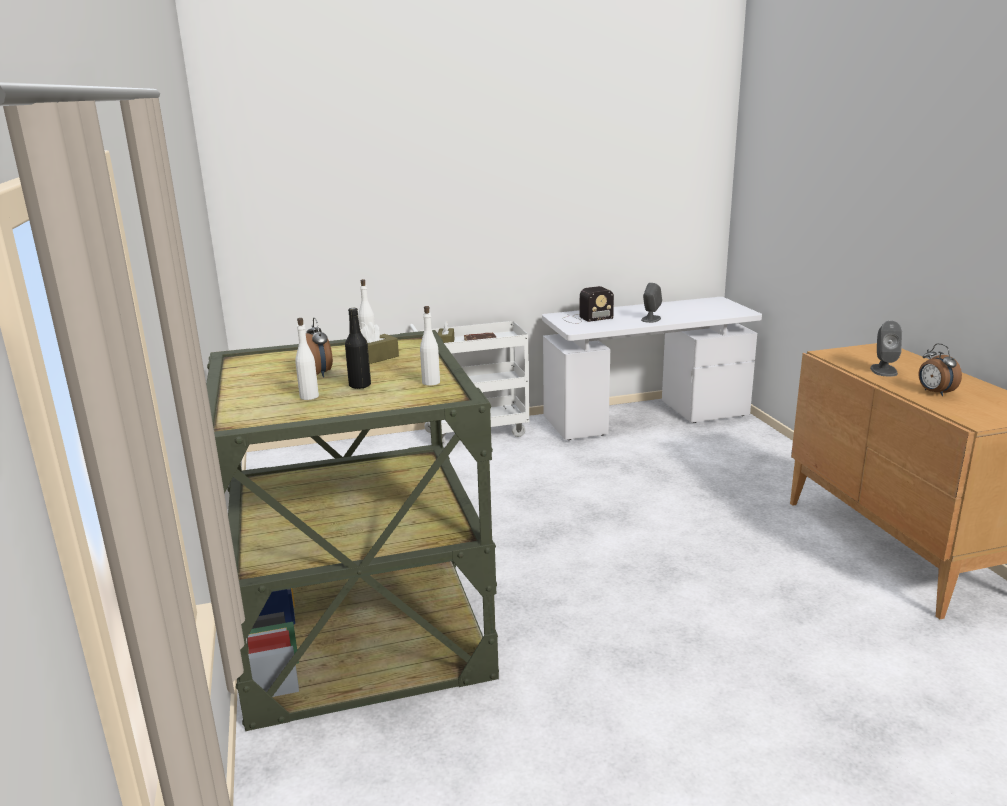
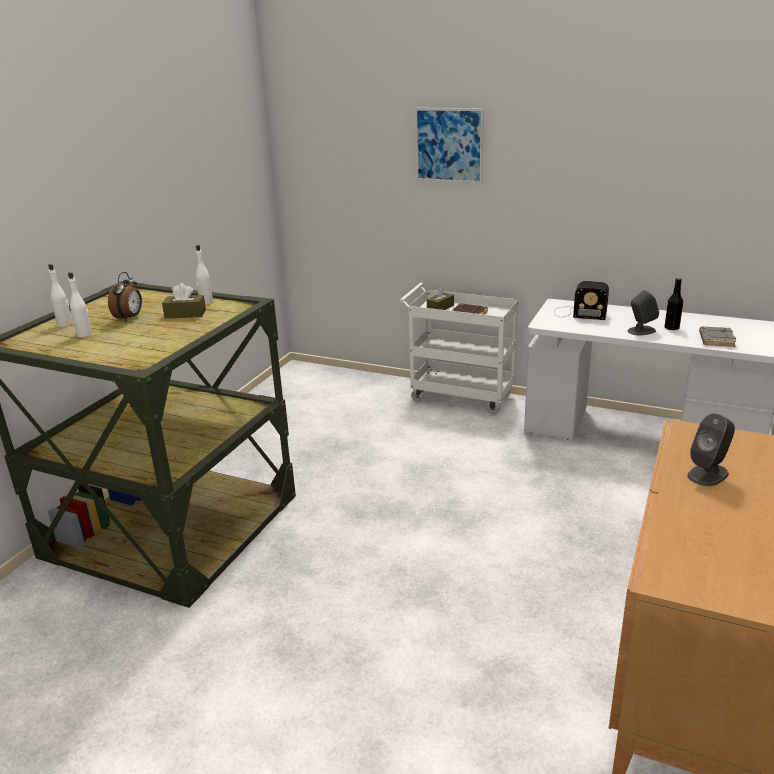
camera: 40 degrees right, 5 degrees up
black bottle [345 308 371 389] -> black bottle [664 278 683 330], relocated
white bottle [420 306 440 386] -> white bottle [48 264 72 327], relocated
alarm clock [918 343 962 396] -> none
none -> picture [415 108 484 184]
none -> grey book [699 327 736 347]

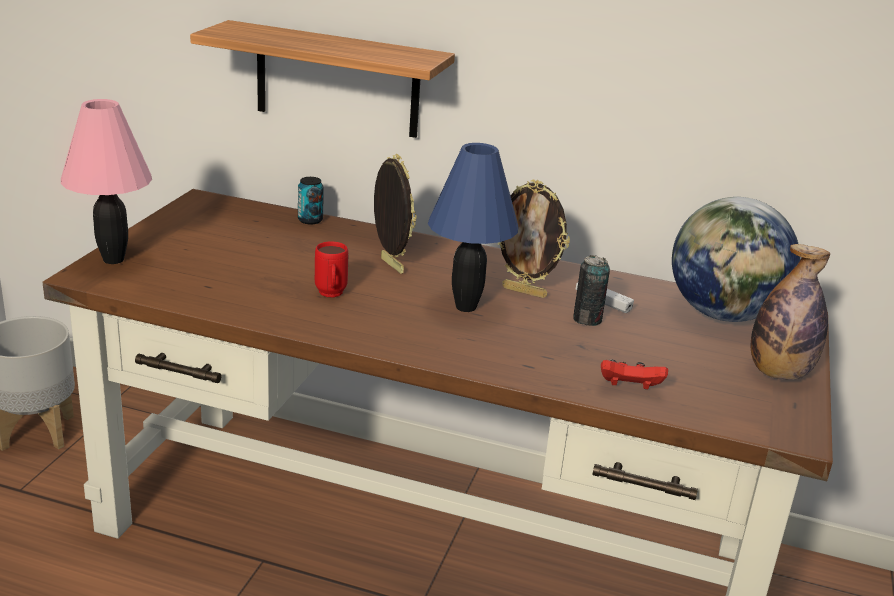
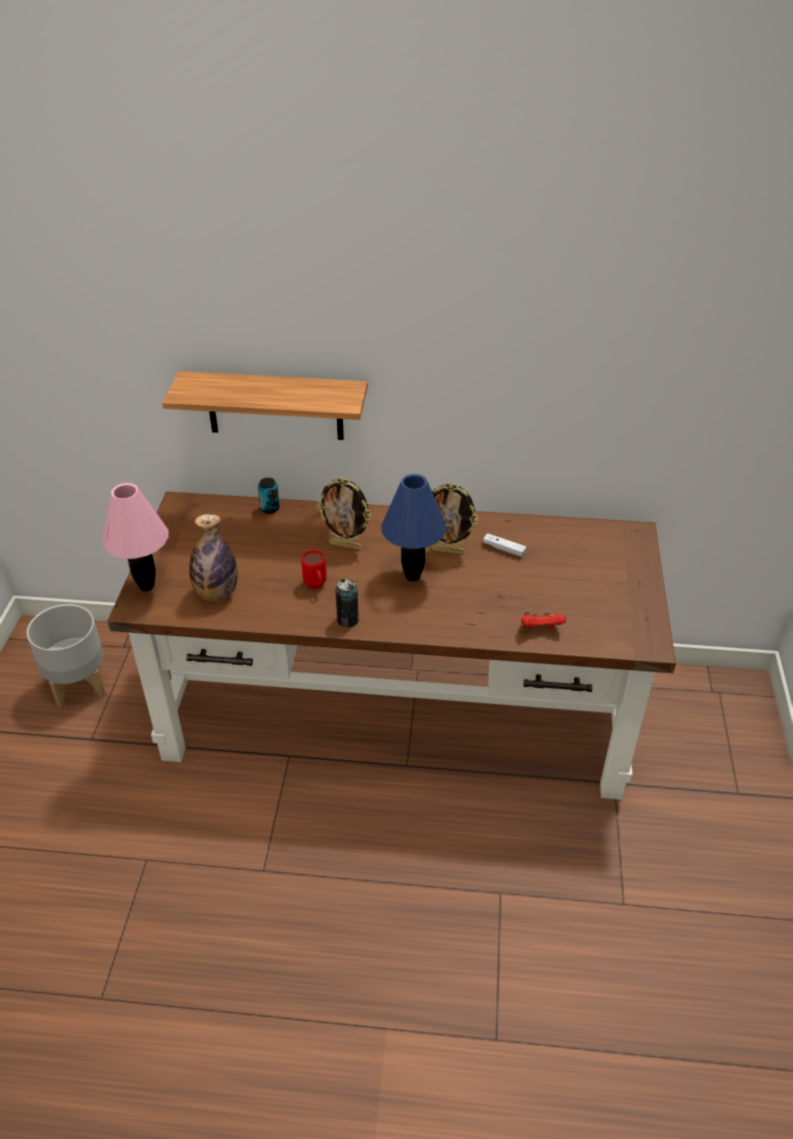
camera: 10 degrees left, 15 degrees up
picture frame [374 154 416 274] -> picture frame [316 478 372 550], 150 degrees clockwise
can [573 255 610 326] -> can [336 579 359 628], relocated
globe [672 197 800 322] -> none
bottle [751 244 830 380] -> bottle [189 514 238 601], relocated

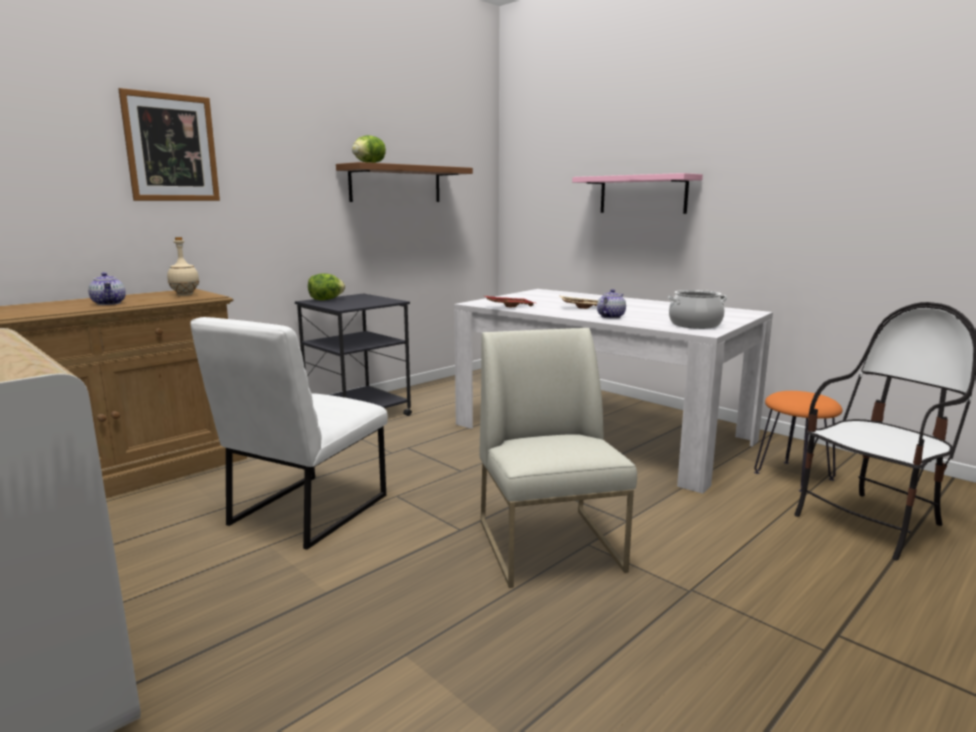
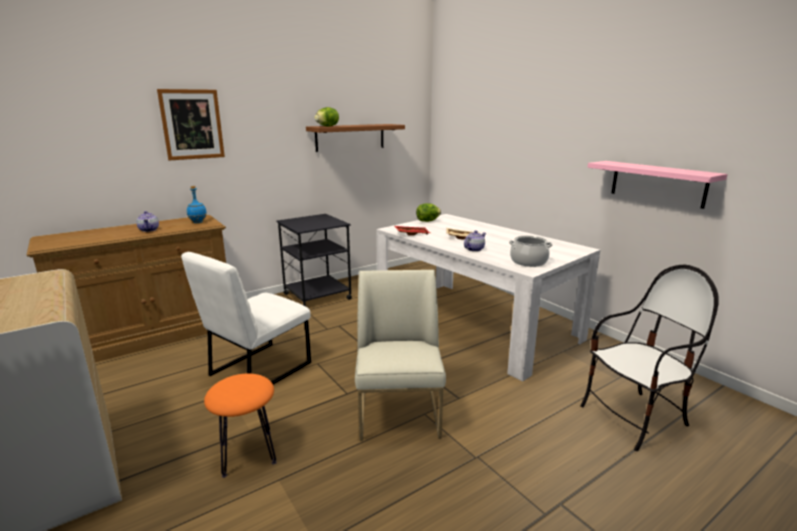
camera: 10 degrees right, 5 degrees up
beige bottle [167 237 199 296] -> blue bottle [187 186 207 223]
lettuce [308 273 345 300] -> lettuce [416 203 441 222], relocated
pink shelf [572 173 703 214] -> pink shelf [587 161 728 209], relocated
orange stool [754 391 842 492] -> orange stool [204 373 277 478], relocated

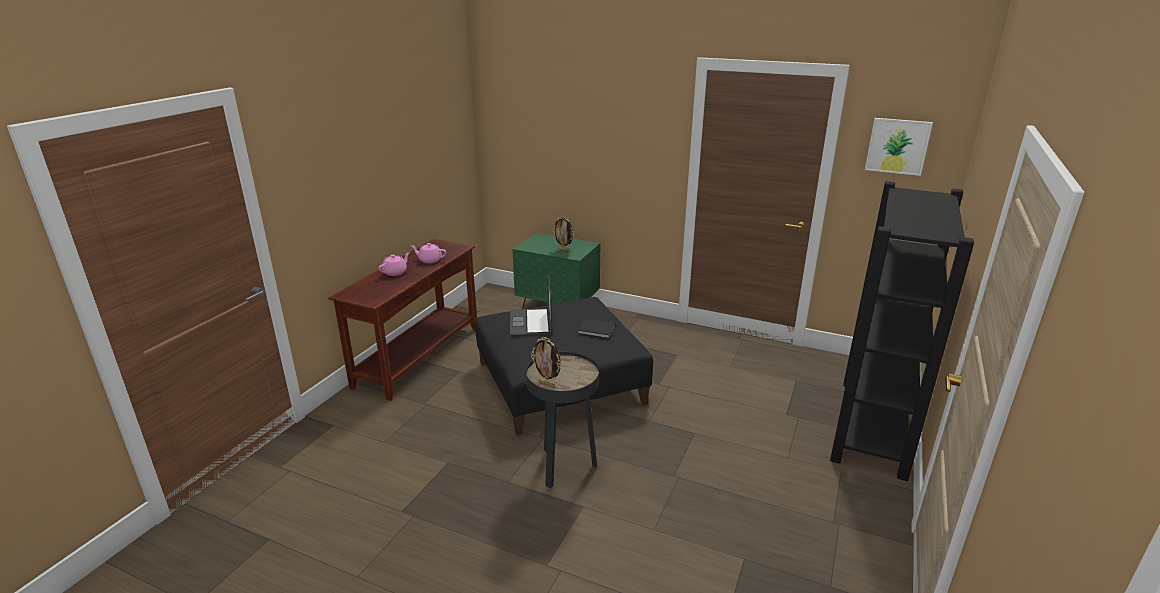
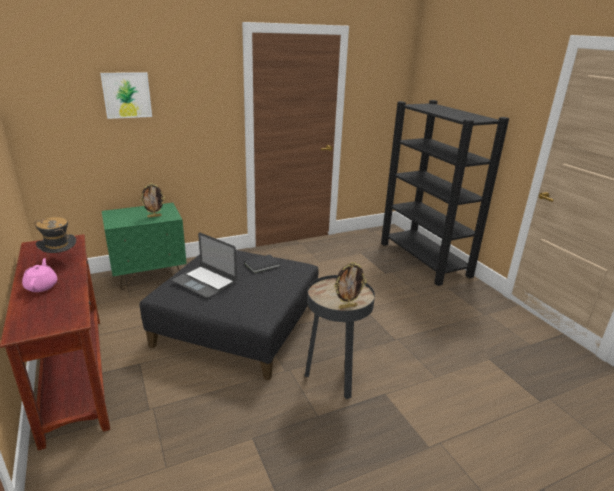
camera: 50 degrees left, 0 degrees up
pink teapot [411 243 446 263] -> hat [35 217 76 257]
picture [865 118 933 176] -> picture [100 72 152 119], relocated

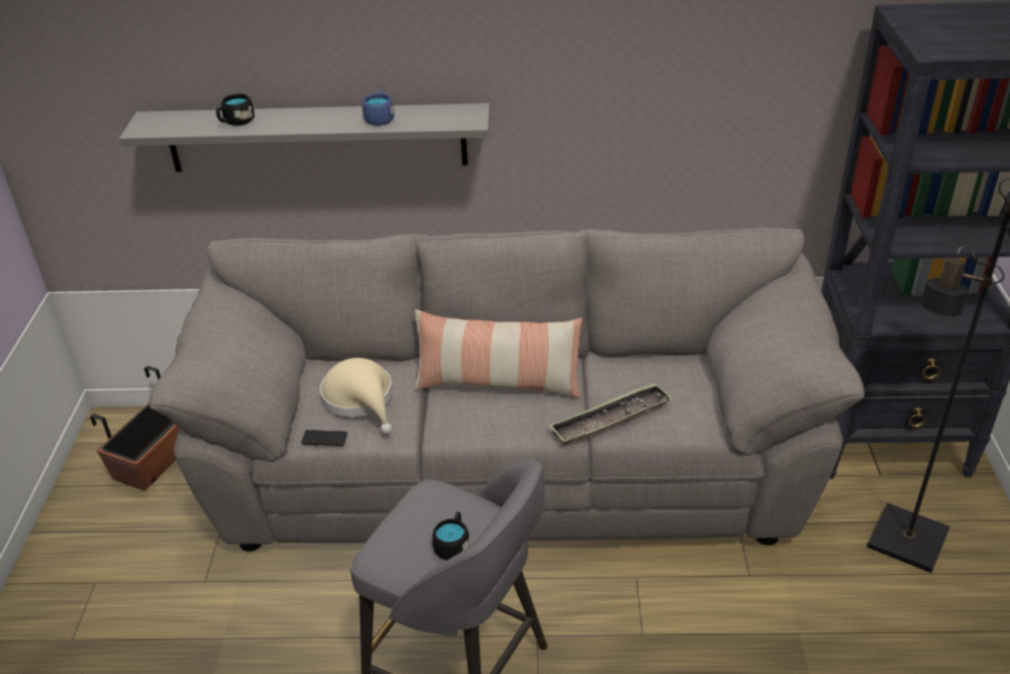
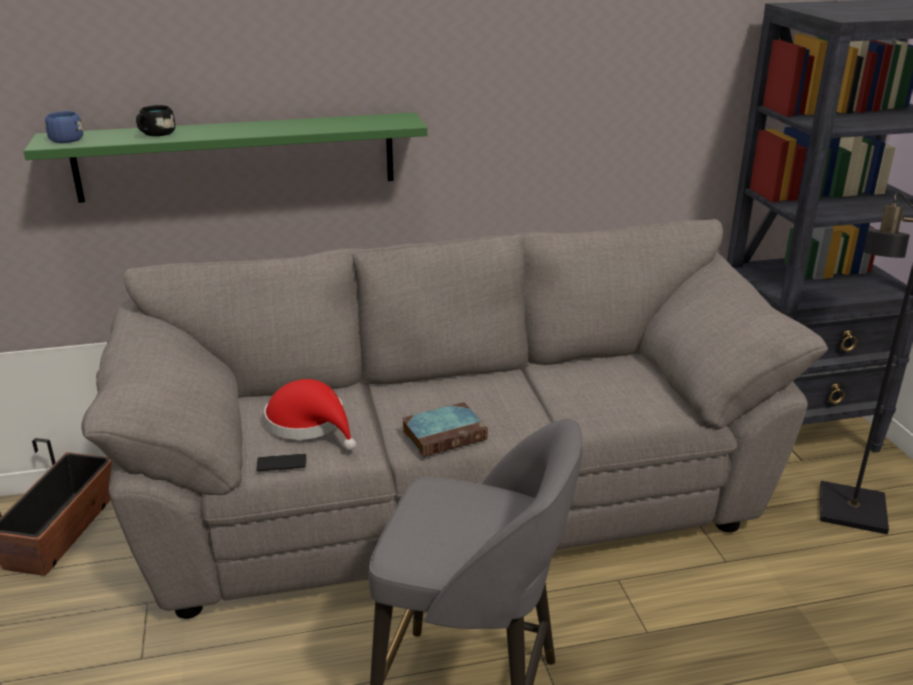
camera: 15 degrees left, 10 degrees down
grey shelf [119 103 490 172] -> green shelf [24 113 428 203]
beige hat [320 358 392 434] -> red hat [264 379 356 450]
blue mug [362 90 394 126] -> blue mug [45 110 83 143], relocated
pillow [414 310 582 398] -> none
black mug [432 512 470 560] -> none
tray [548 383 672 445] -> none
none -> book [402 402 488 457]

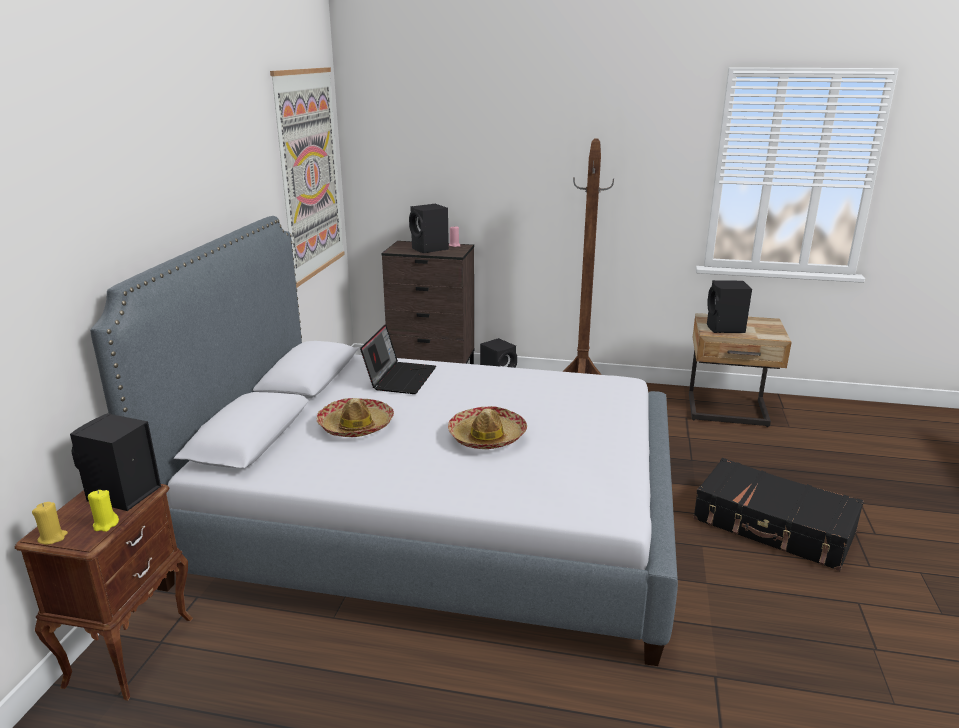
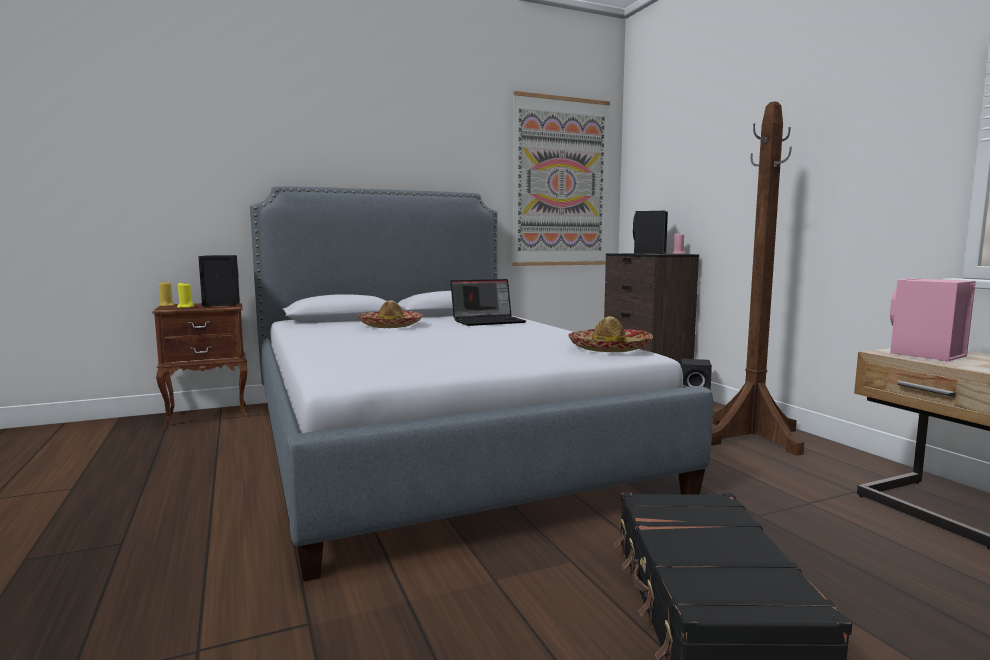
camera: 55 degrees right, 15 degrees down
hat [448 406 527 449] -> hat [568 316 653 352], relocated
black speaker [707 280 752 333] -> pink speaker [890 278 976 361]

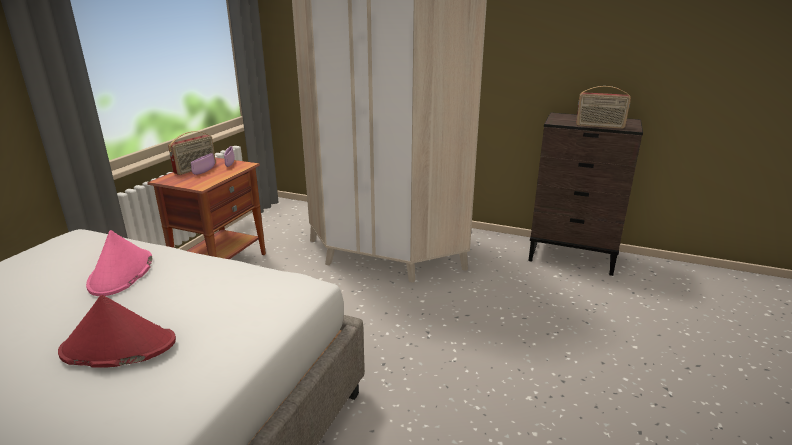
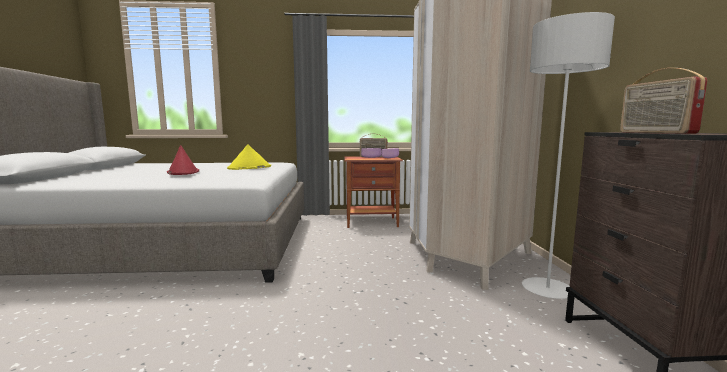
camera: 65 degrees right, 15 degrees down
pink hat [86 230 153 296] -> yellow hat [227 144 271 170]
none -> grey floor lamp [522 12 615 299]

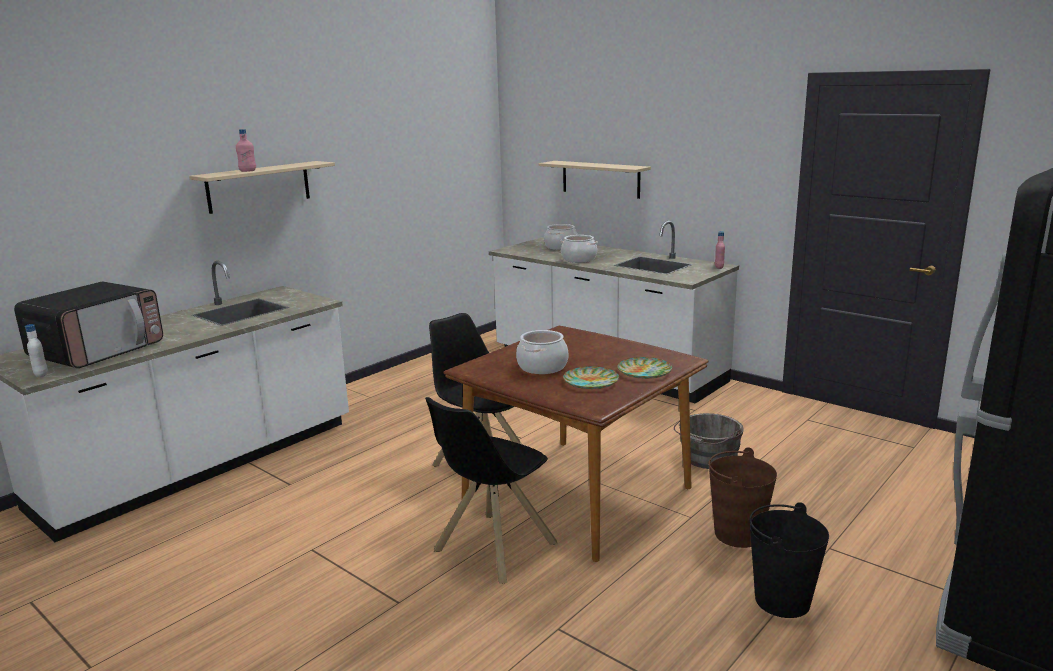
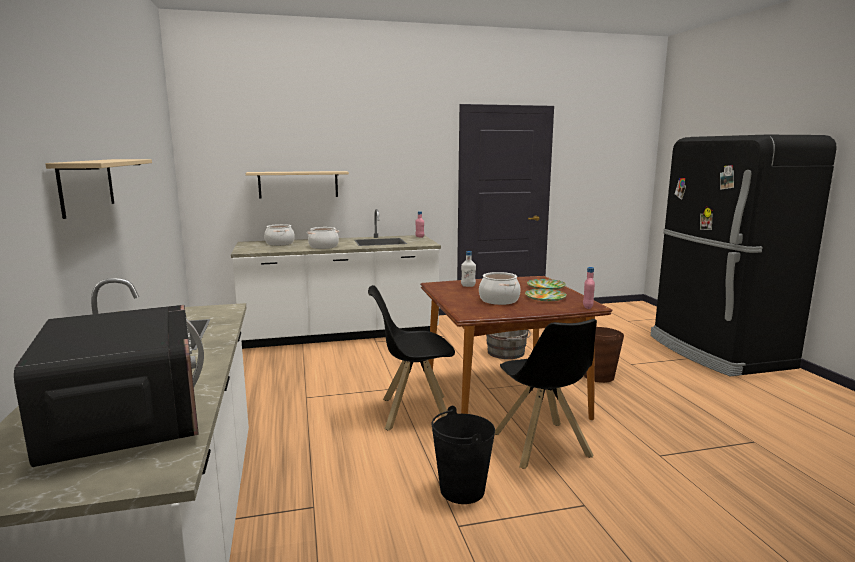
camera: 55 degrees left, 5 degrees down
white bottle [25 324 48 378] -> white bottle [461 251 476 287], relocated
pink bottle [236 129 256 172] -> pink bottle [583 267 595 309], relocated
black bucket [749 502 829 618] -> black bucket [431 406 495 504], relocated

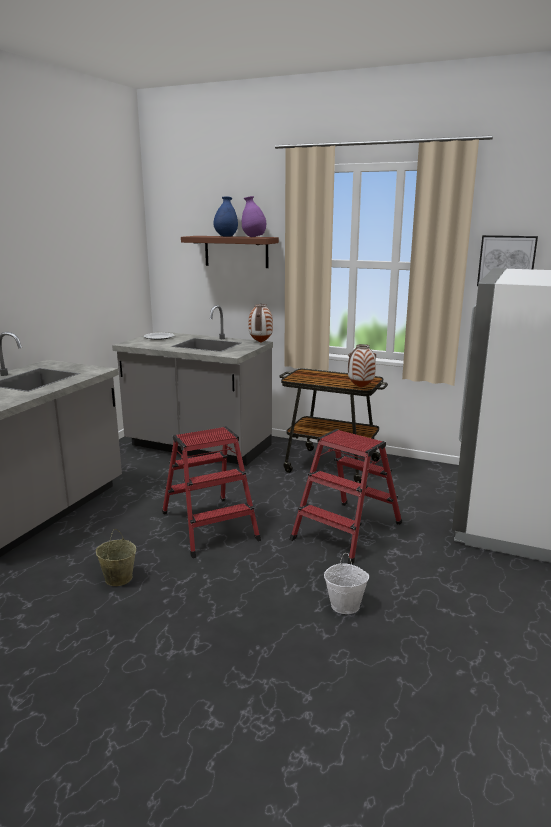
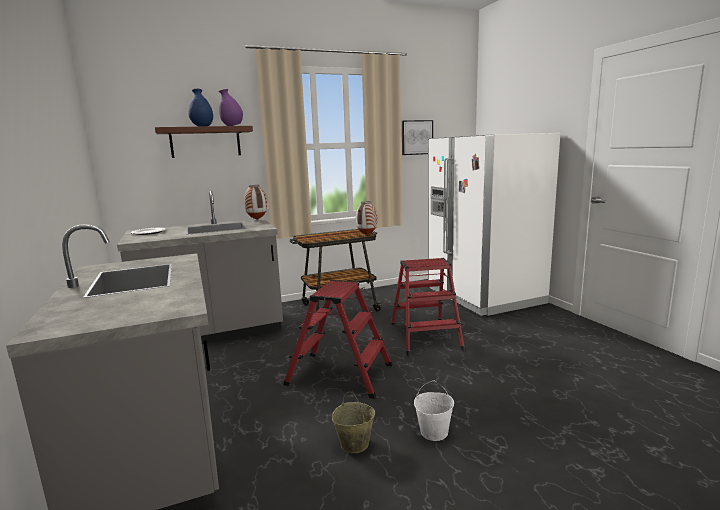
camera: 45 degrees left, 5 degrees down
white bucket [324 553 369 614] -> white bucket [414 381 454 441], relocated

